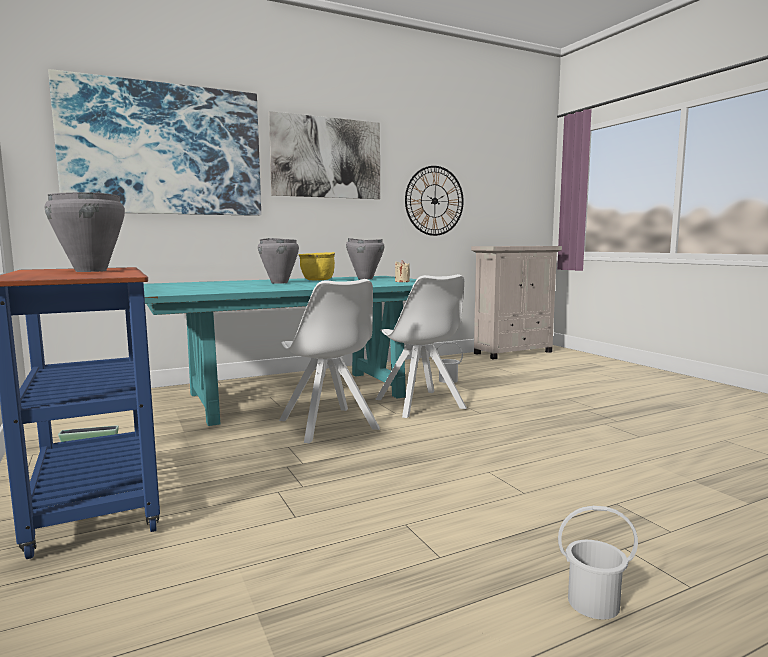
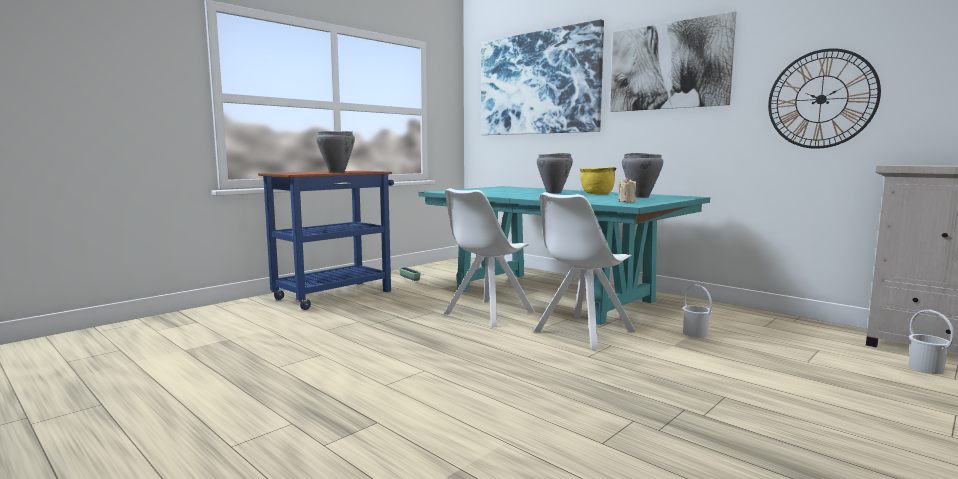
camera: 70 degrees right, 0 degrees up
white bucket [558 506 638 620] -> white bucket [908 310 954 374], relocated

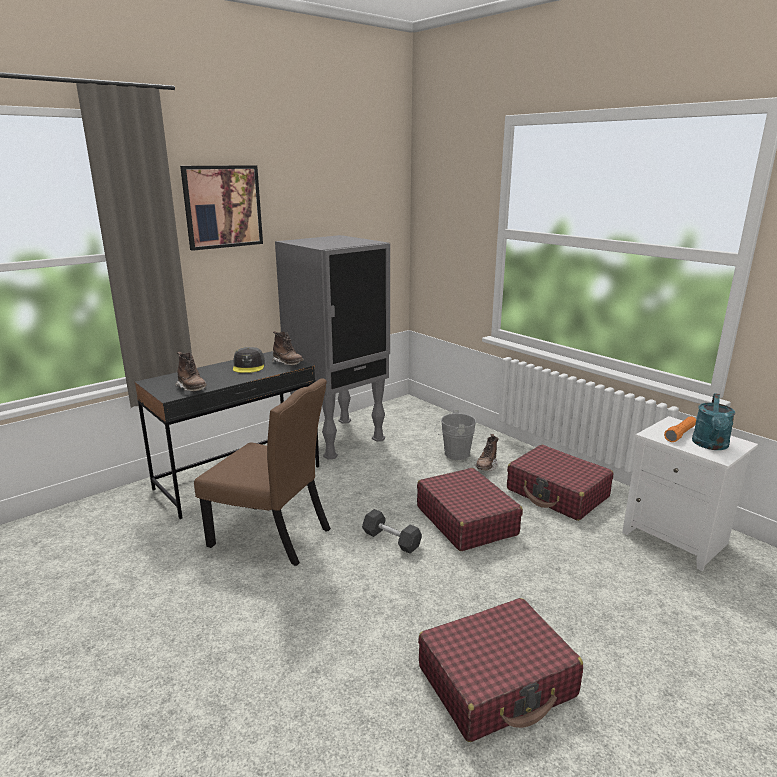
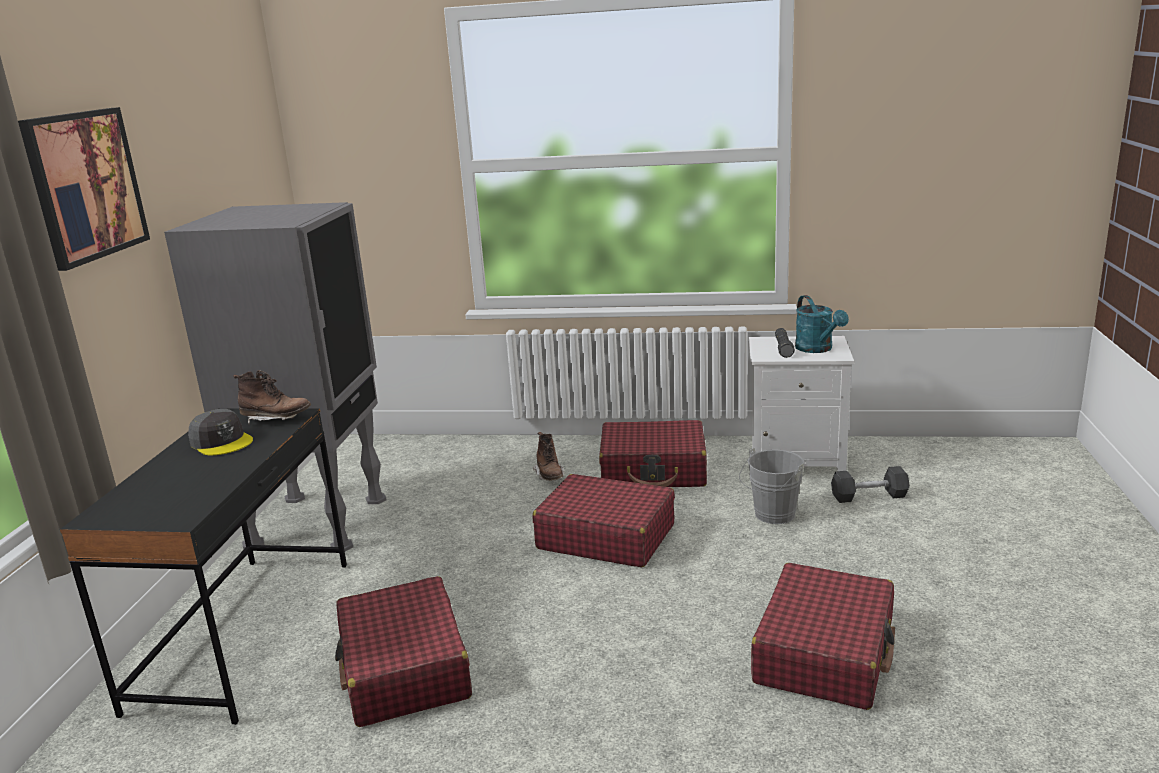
camera: 40 degrees left, 0 degrees up
brown boot [175 352 207 391] -> none
brown chair [194 378 331 566] -> red suitcase [335 576 472 727]
grey dumbbell [362 509 422 554] -> grey dumbbell [831 466 910 503], relocated
grey bucket [435 410 476 460] -> grey bucket [739 448 805 524], relocated
orange flashlight [664 416 696 442] -> black flashlight [775 328 795 358]

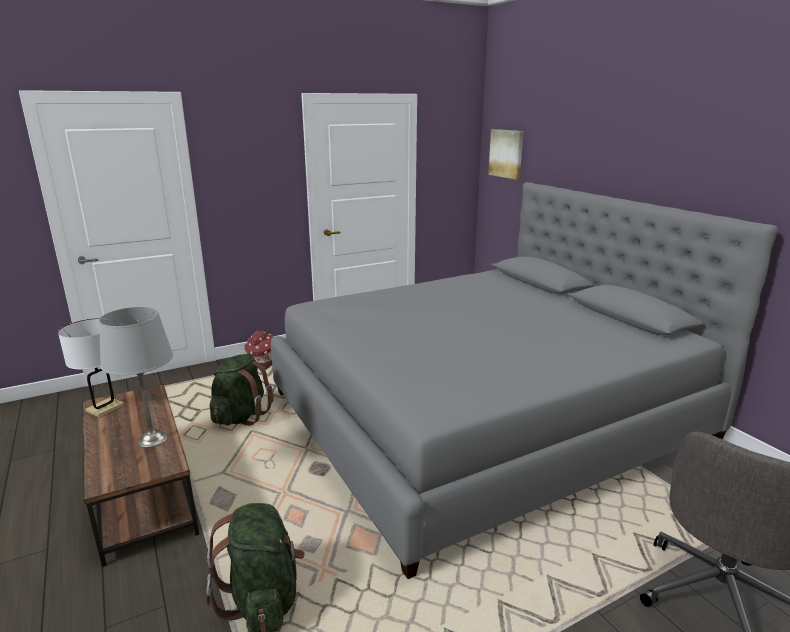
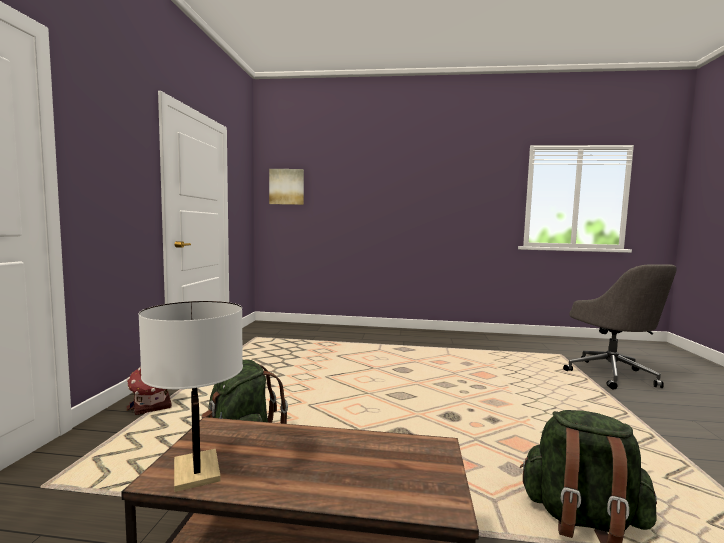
camera: 55 degrees left, 15 degrees down
grey table lamp [99 307 173 448] -> none
grey bed [271 182 778 579] -> none

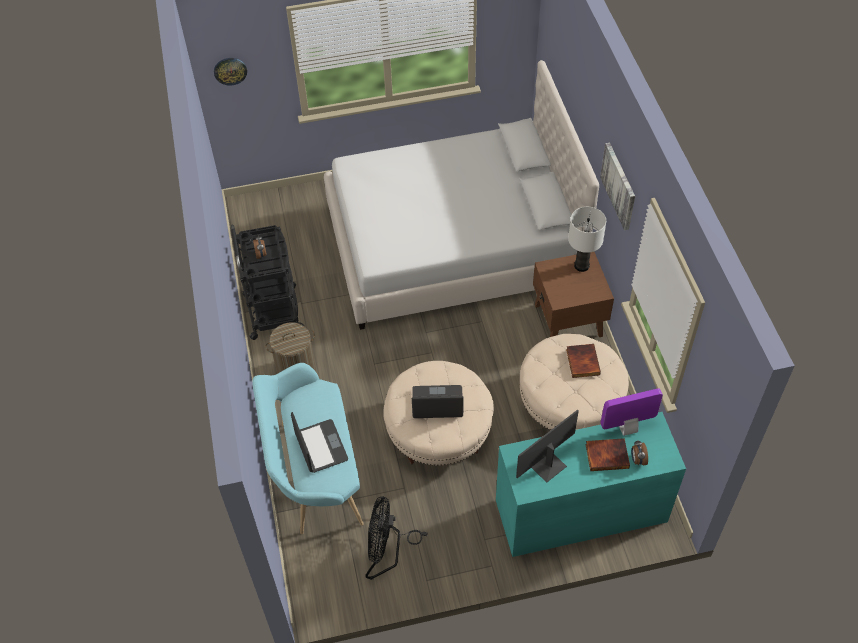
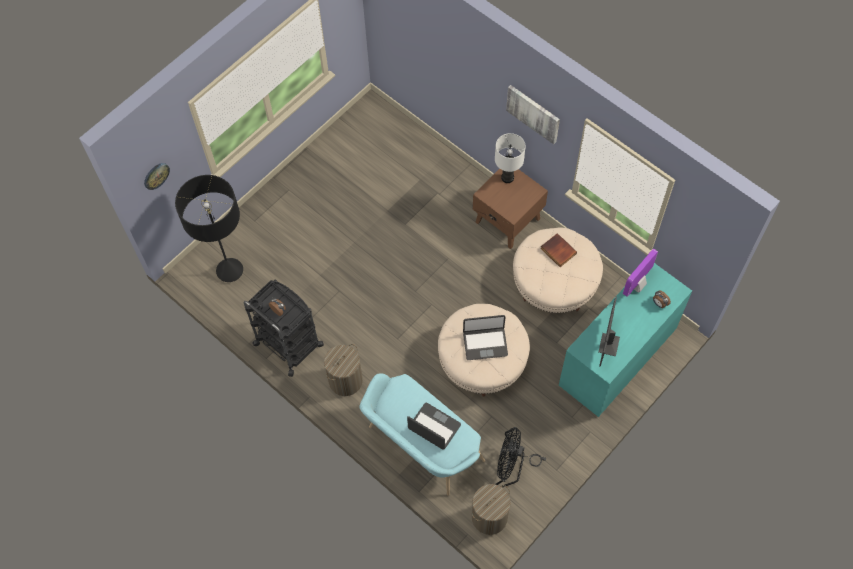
camera: 35 degrees left, 10 degrees up
white bed [324 60 599 330] -> none
black fan [365 496 429 580] -> black fan [495 427 547 488], 45 degrees clockwise
laptop [412 385 464 418] -> laptop [463 315 508 360], 150 degrees counterclockwise
book [586 438 630 471] -> none
none -> black floor lamp [175 175 243 282]
none -> laundry basket [472 484 511 535]

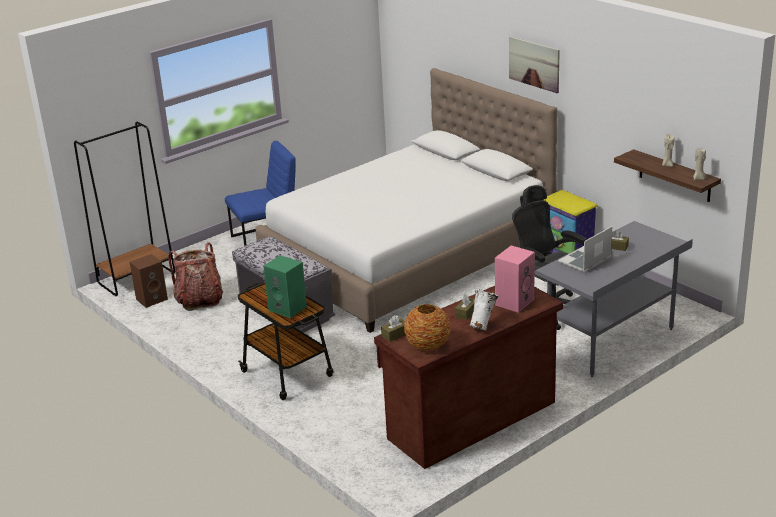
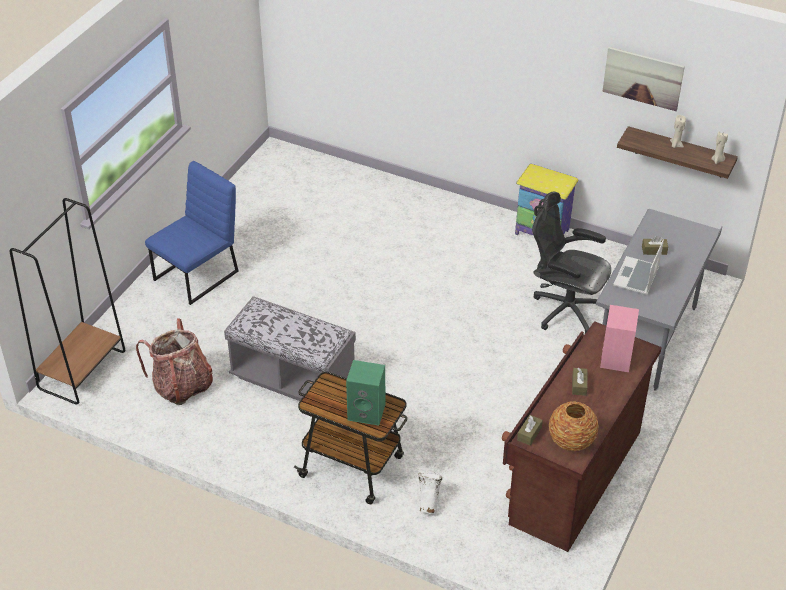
camera: 25 degrees left, 15 degrees up
brown speaker [130 254 168 308] -> none
white bed [256 68 558 333] -> none
white vase [470 289 499 330] -> white vase [418 472 443 513], relocated
picture [509 36 560 93] -> picture [602 47 685 111], relocated

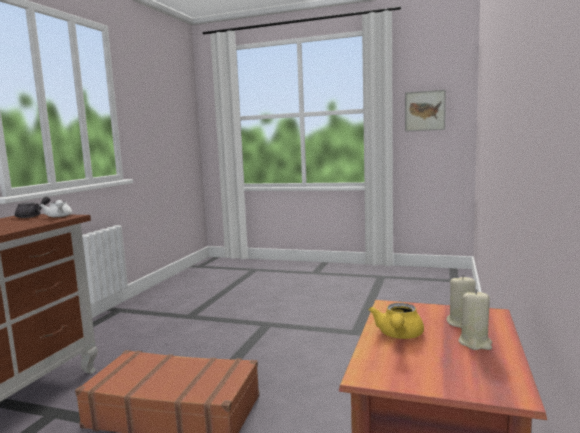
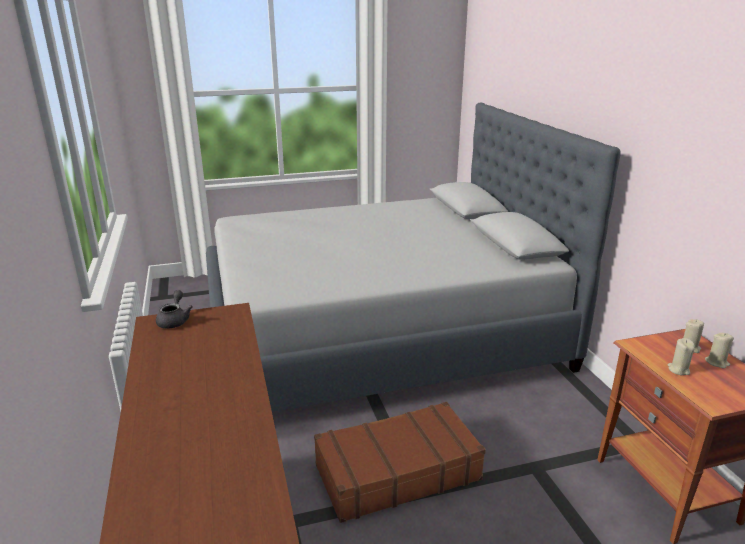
camera: 35 degrees left, 15 degrees up
white teapot [40 200 72 217] -> none
yellow teapot [369 303 424 339] -> beige candle [668 338 695 375]
picture [405 90 446 132] -> none
none -> grey bed [206 102 621 412]

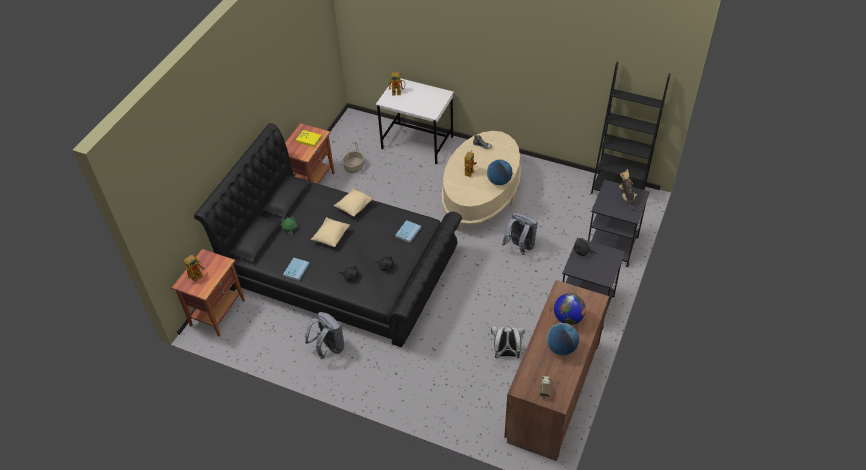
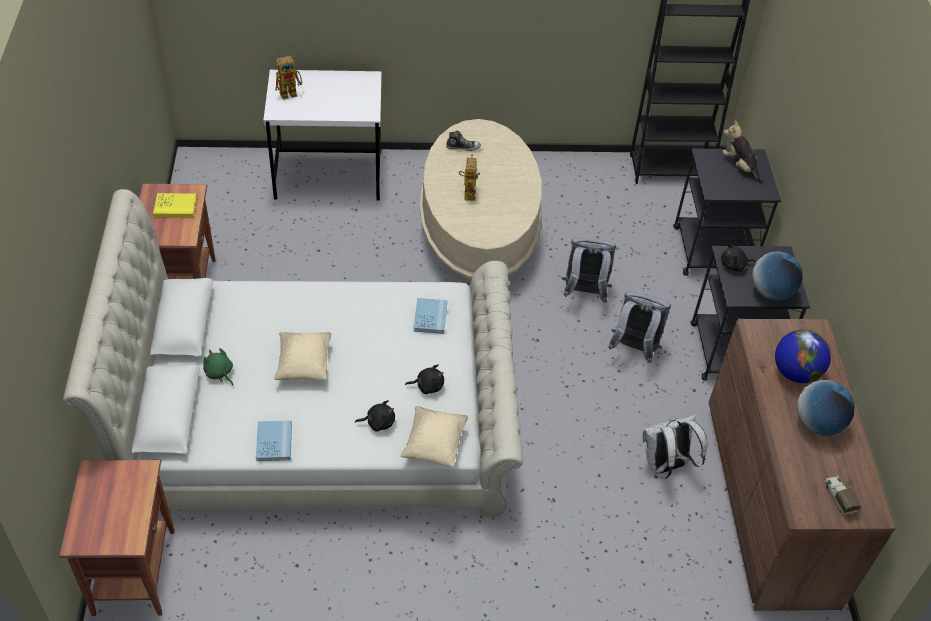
camera: 30 degrees left, 0 degrees up
toy robot [184 254 204 282] -> none
black bed [194 123 462 347] -> beige bed [63 189 523 516]
grey backpack [305 312 344 359] -> grey backpack [608 291 671 363], relocated
beige pillow [334 187 374 217] -> beige pillow [400 406 468 466], relocated
basket [342 142 364 173] -> none
globe [487 159 513 185] -> globe [752 251 803 300], relocated

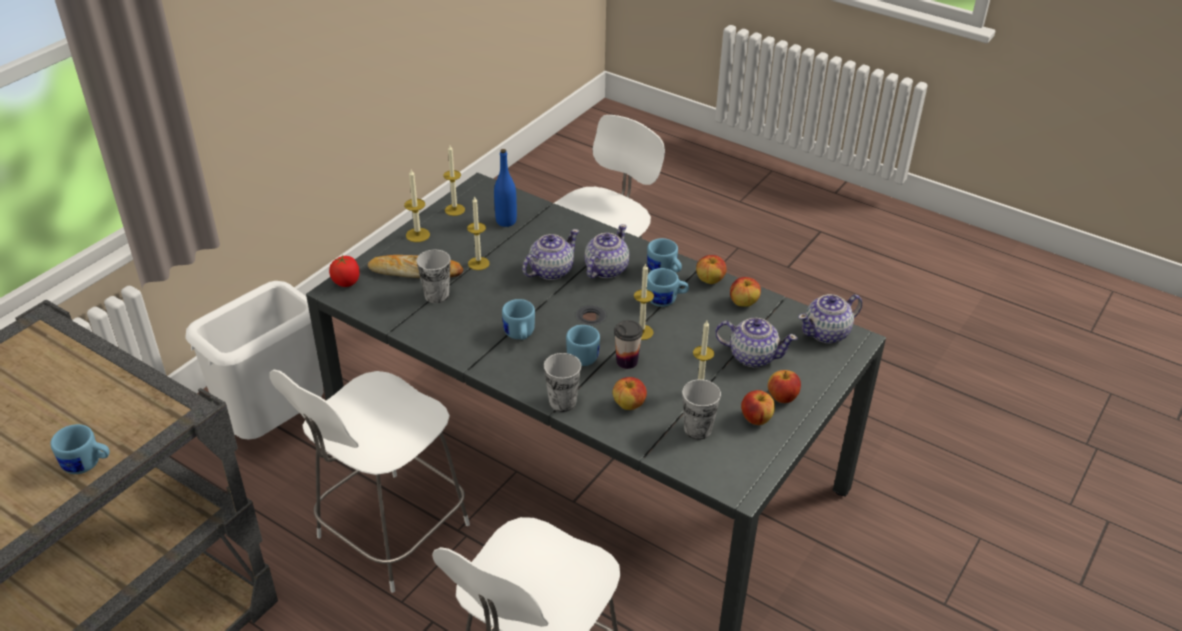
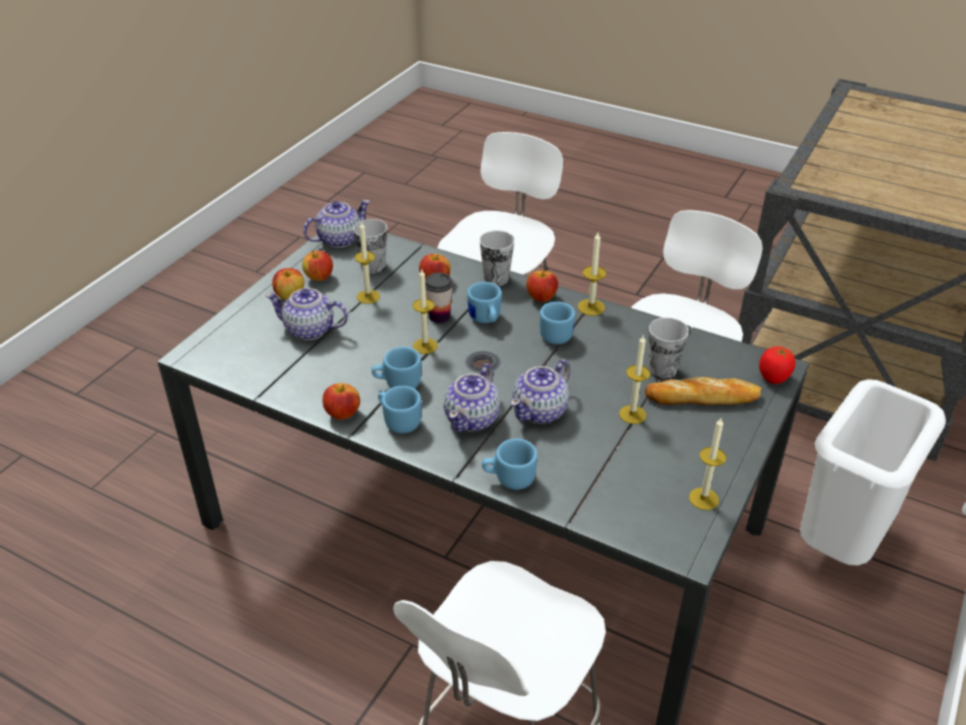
camera: 175 degrees right, 0 degrees up
blue mug [50 424 110 474] -> blue mug [482 439 538 490], relocated
candle [404 169 430 242] -> candle [578 232 606 316], relocated
blue bottle [494 149 517 227] -> none
apple [730 277 761 307] -> apple [526 270 558 302], relocated
teapot [798 294 862 343] -> teapot [303 200 370 248], relocated

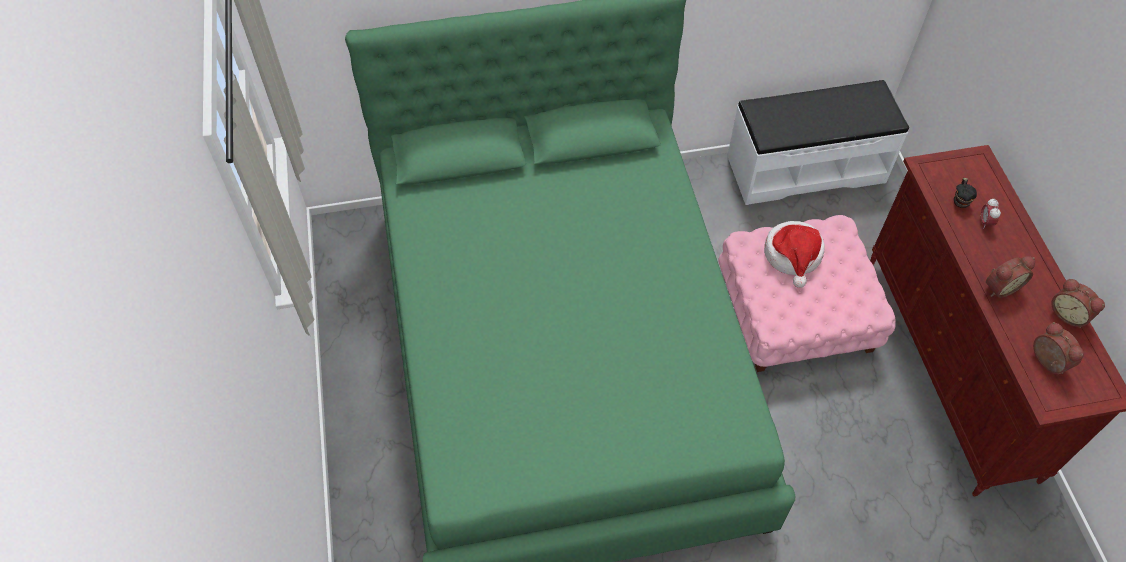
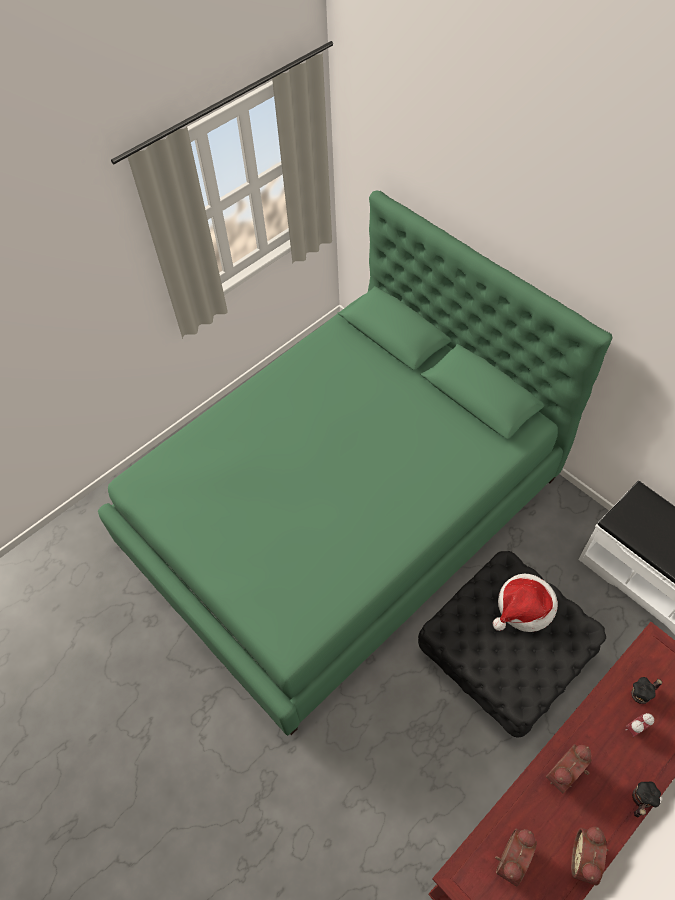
camera: 60 degrees right, 0 degrees up
pink ottoman [719 215 896 372] -> black ottoman [418 551 606 738]
alarm clock [986 256 1035 298] -> alarm clock [546 744 592 793], 105 degrees clockwise
none -> mug [632 782 661 817]

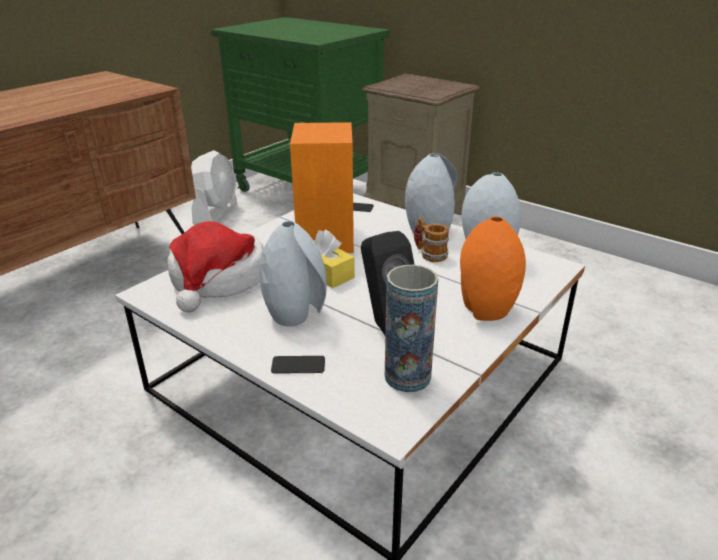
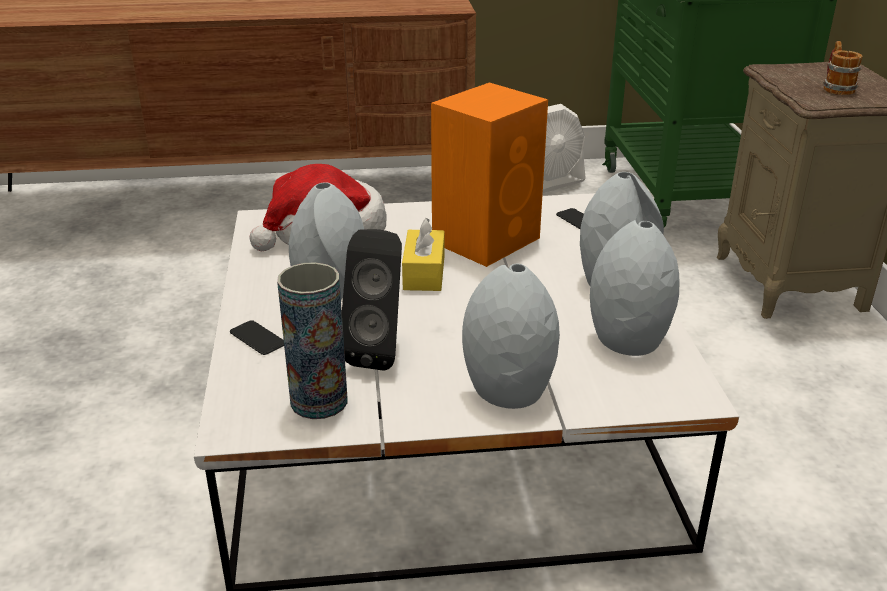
camera: 45 degrees right, 0 degrees up
mug [414 217 449 262] -> mug [823 41 863 95], relocated
orange vase [460 217 526 321] -> grey vase [462 264 560 409]

